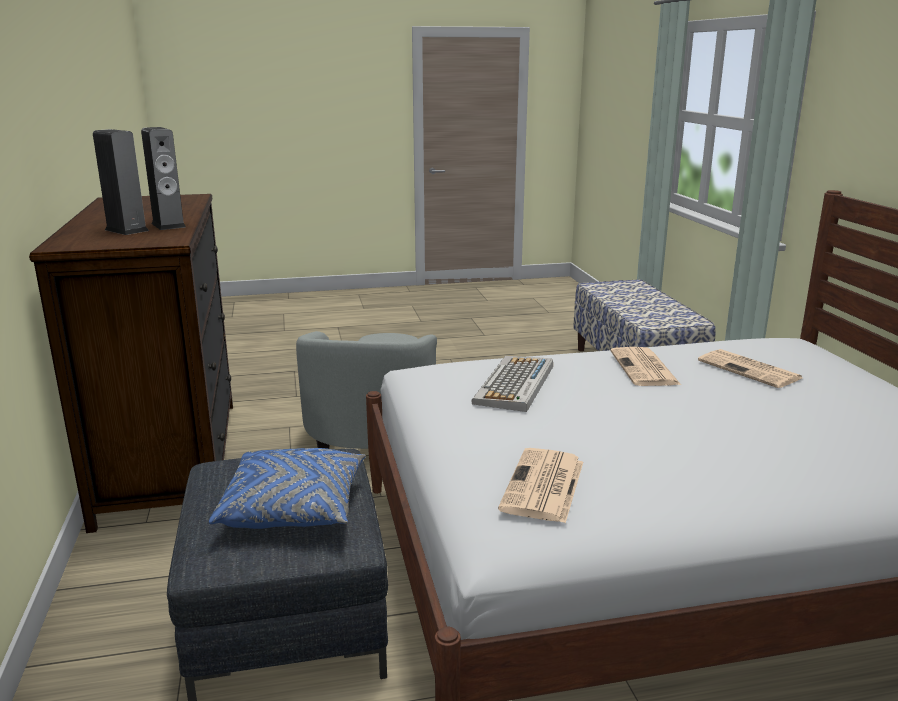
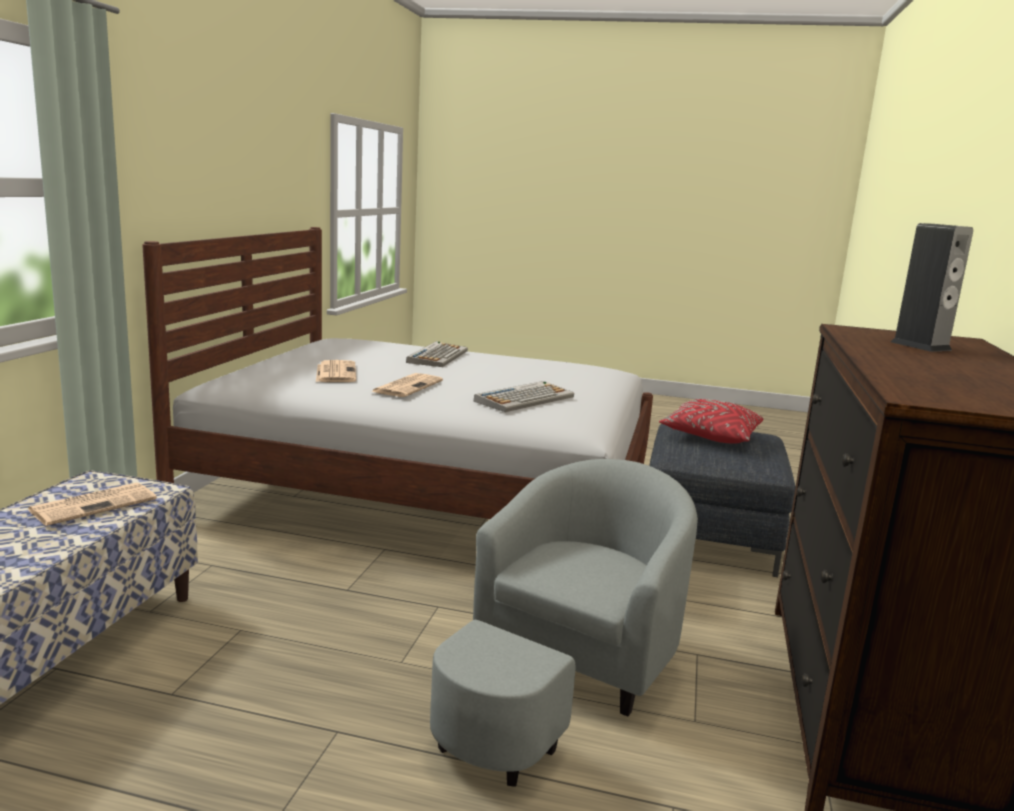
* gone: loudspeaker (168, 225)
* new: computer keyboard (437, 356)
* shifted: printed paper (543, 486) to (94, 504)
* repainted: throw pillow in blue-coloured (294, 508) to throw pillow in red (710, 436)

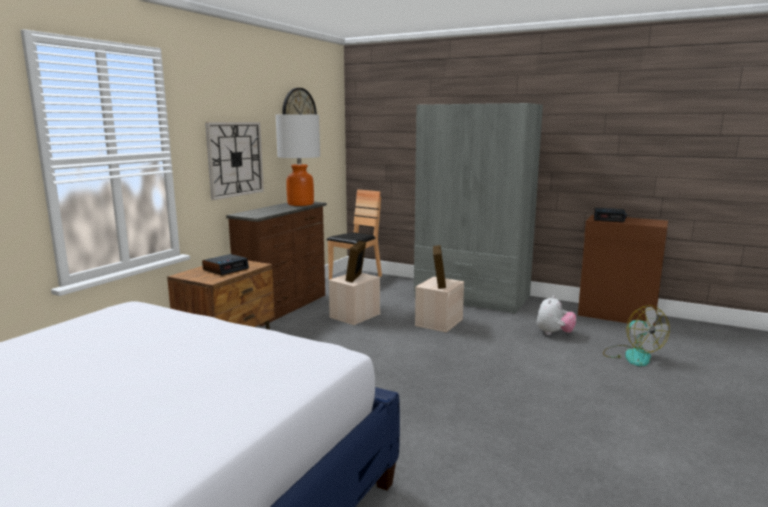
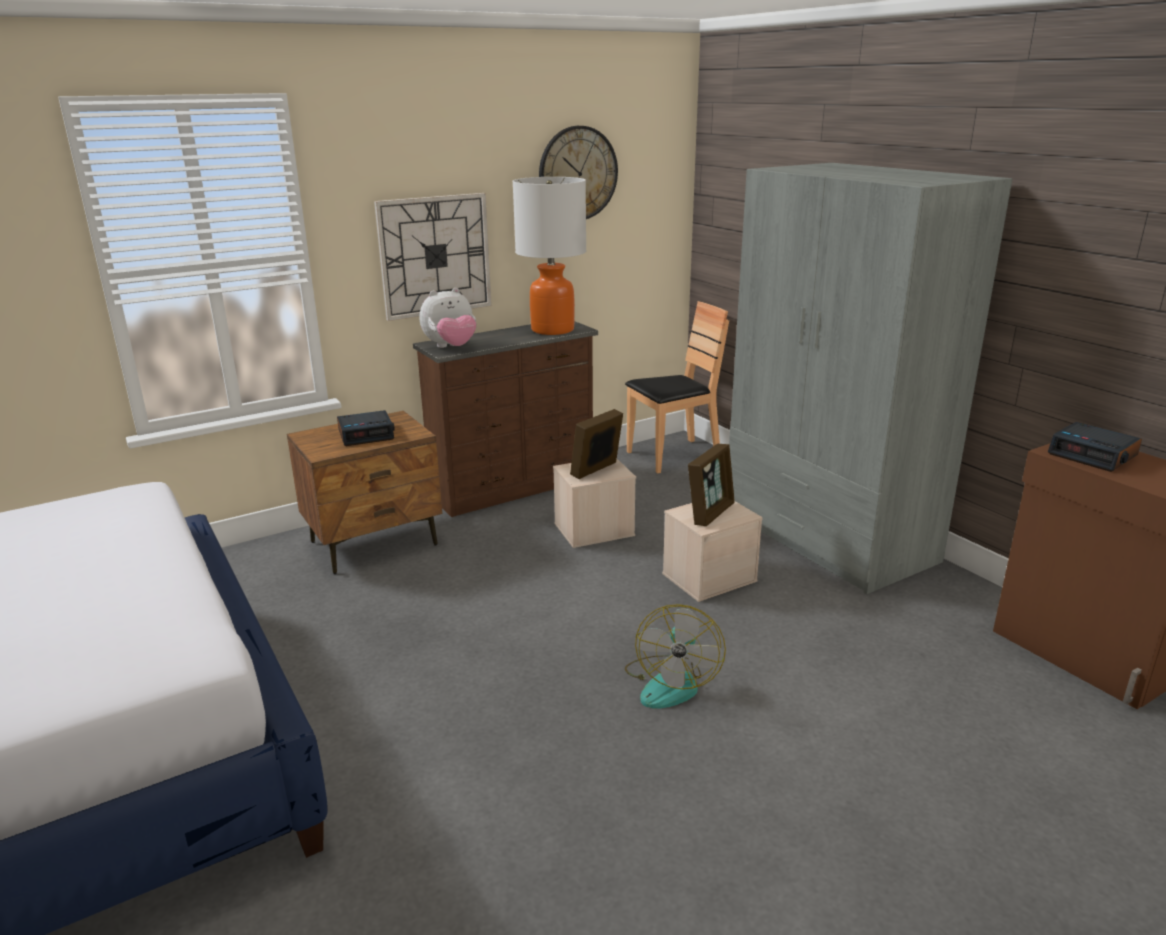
* shifted: plush toy (554, 333) to (451, 347)
* shifted: electric fan (631, 355) to (671, 682)

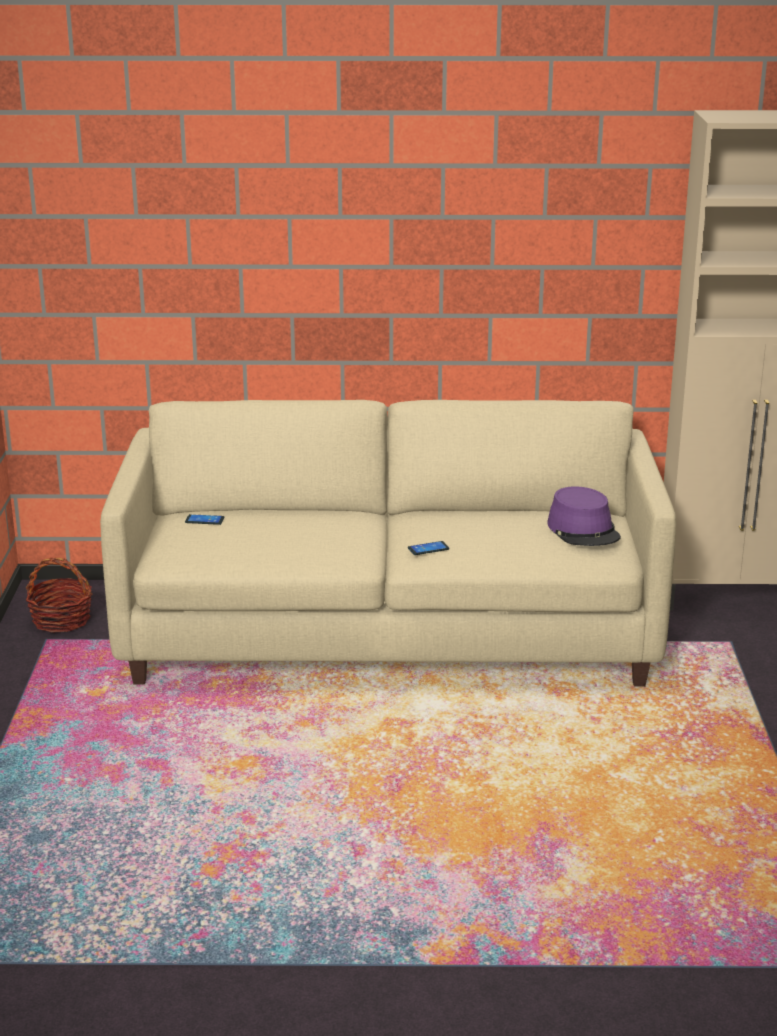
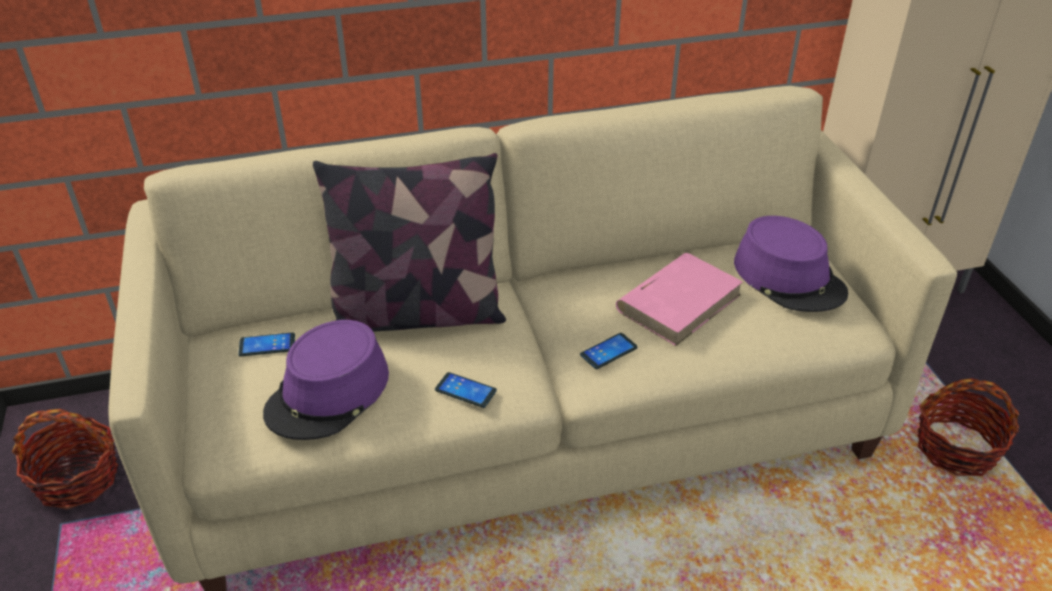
* new: wearable hat in purplish (328, 394)
* new: throw pillow (417, 314)
* new: handset (465, 390)
* new: bound book in pink (679, 302)
* new: household basket (956, 448)

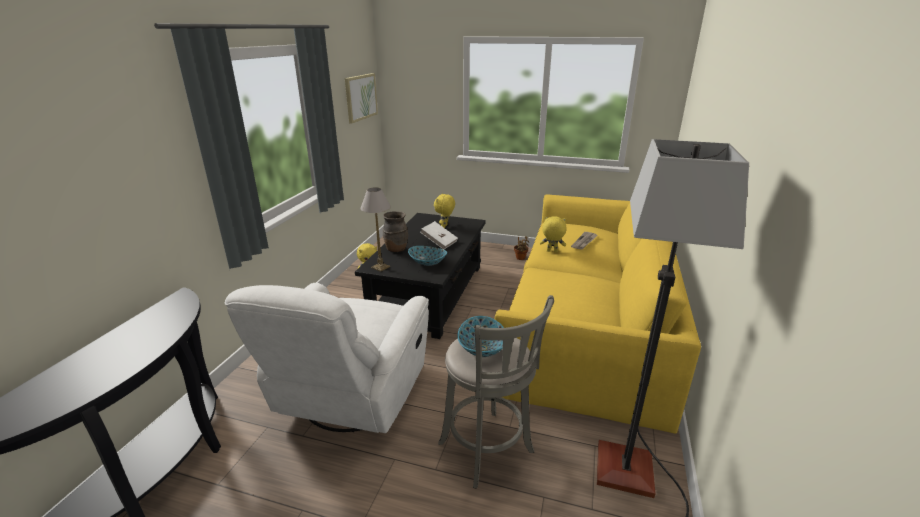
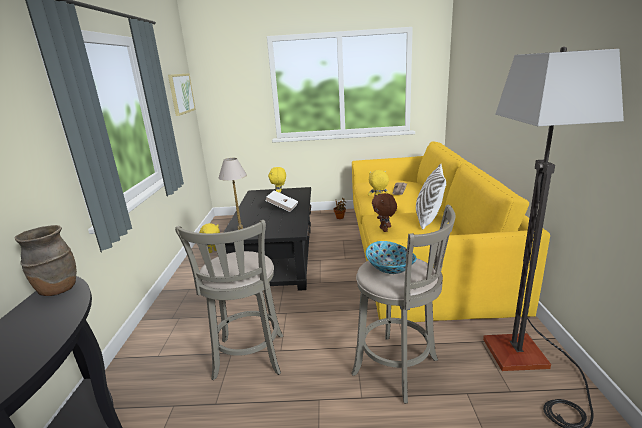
* gone: serving bowl (428, 262)
* new: plush toy in brown (384, 230)
* new: throw pillow in white (428, 220)
* shifted: decorative vase in brown (396, 249) to (58, 290)
* swapped: easy chair in white (350, 400) to stool seat in grey (249, 359)

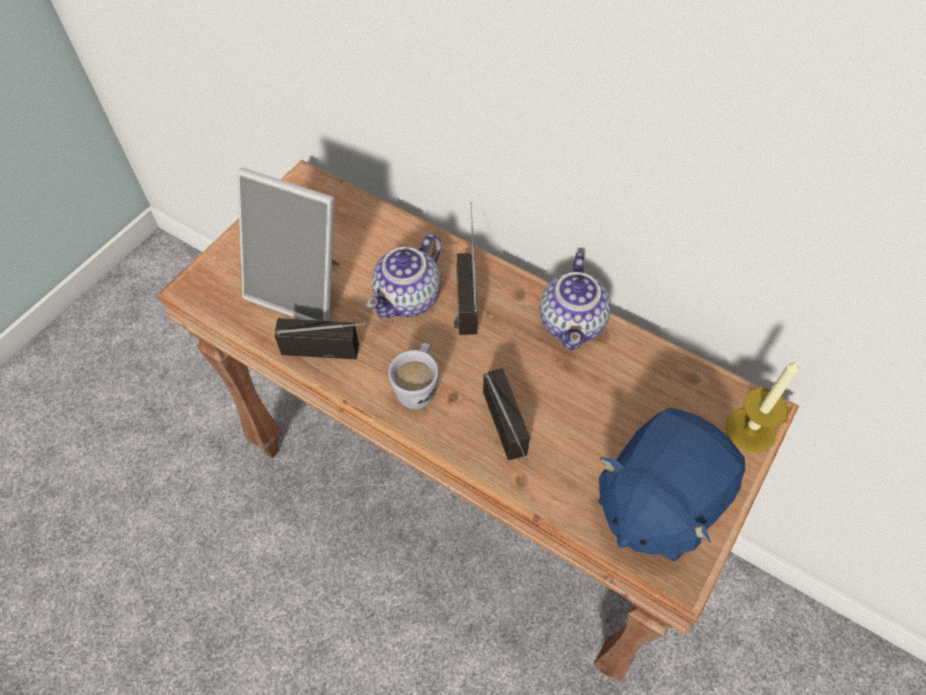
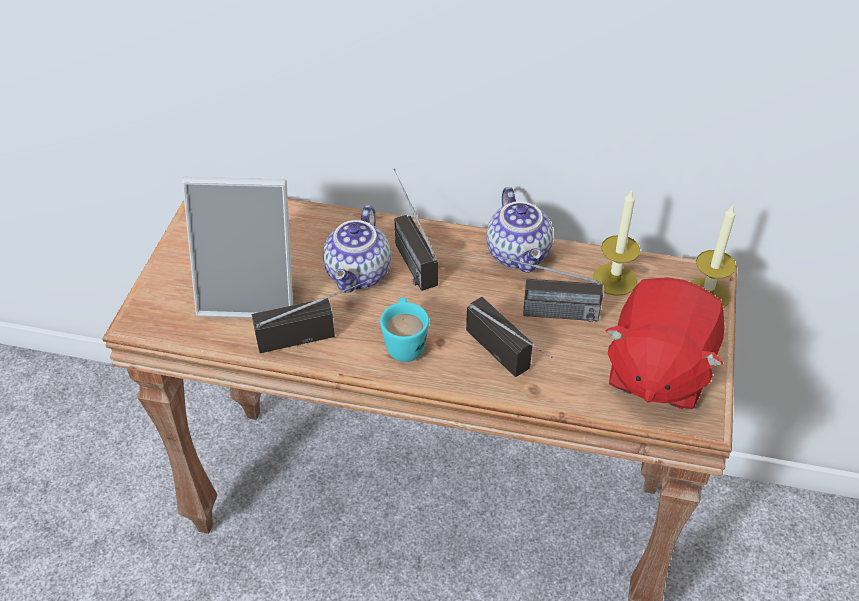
* new: radio receiver (540, 312)
* new: candle (614, 279)
* repainted: tea mug in white (418, 387) to tea mug in blue-green (405, 343)
* repainted: plush toy in blue-coloured (657, 502) to plush toy in red (657, 370)

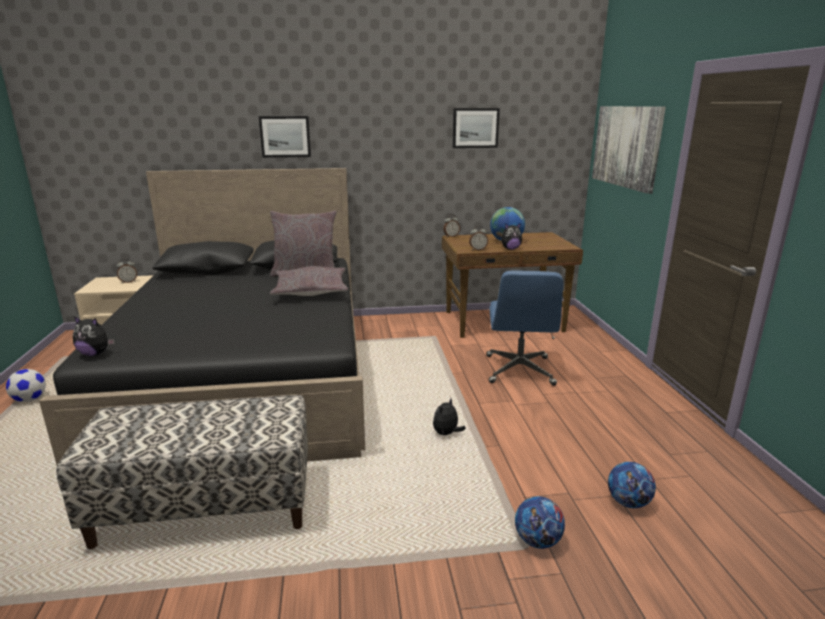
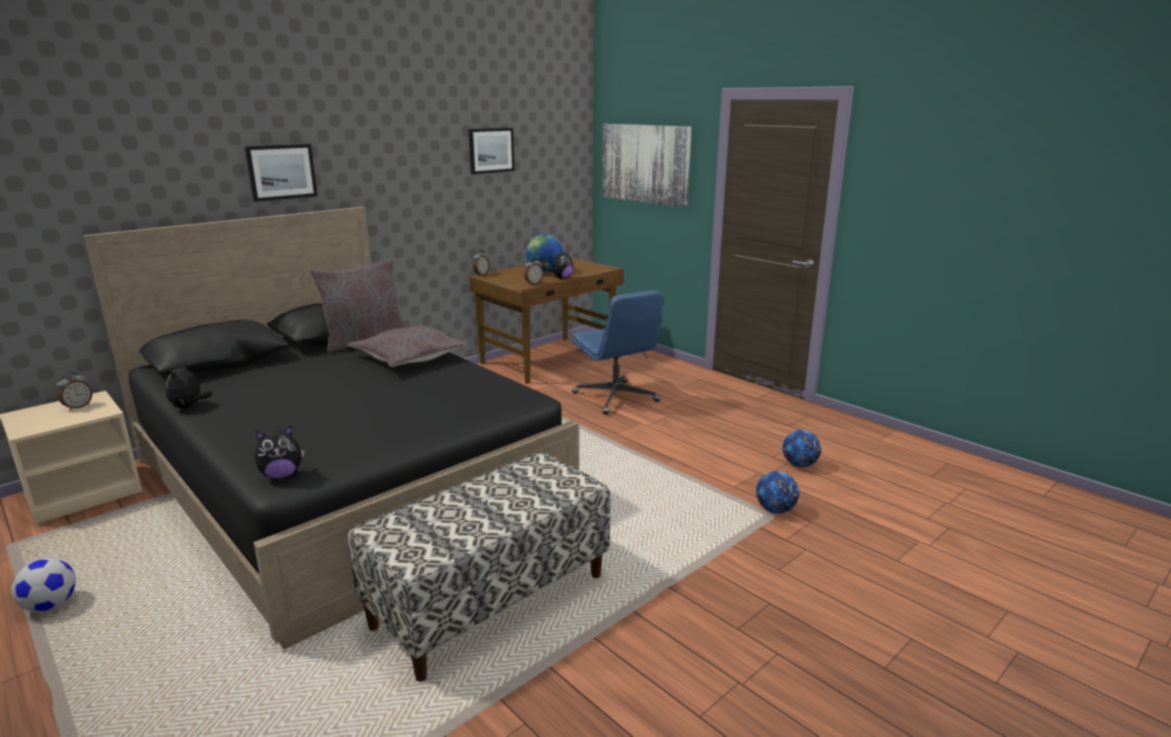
* shifted: plush toy (446, 434) to (189, 407)

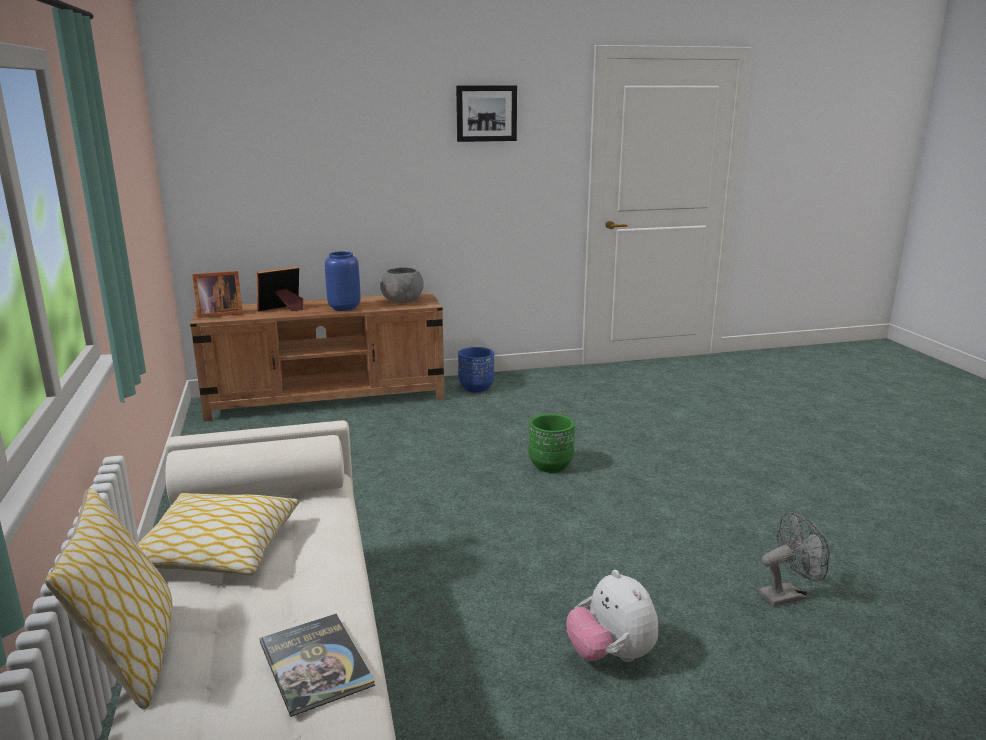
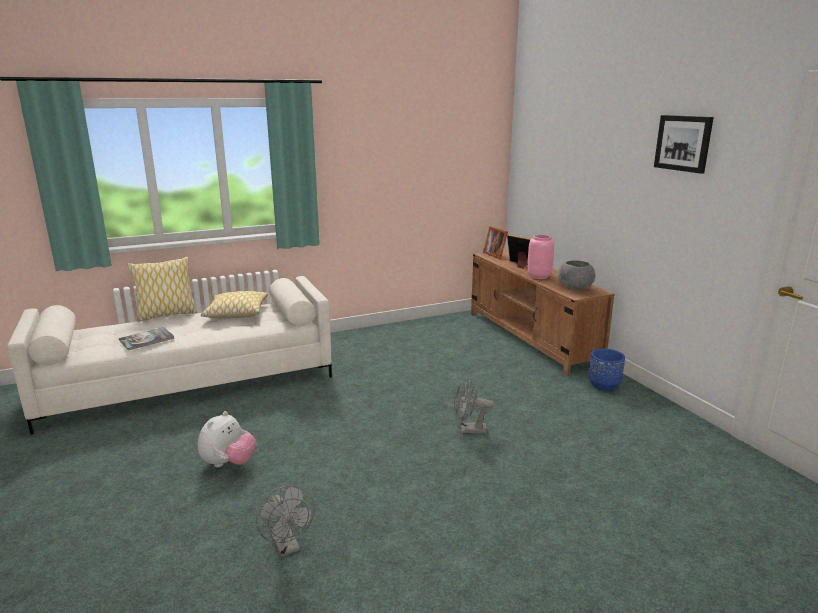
* swapped: planter in green (551, 465) to electric fan in grey (469, 430)
* repainted: decorative vase in blue-coloured (344, 308) to decorative vase in pink (538, 276)
* rotated: plush toy (611, 655) = (228, 463) 150 degrees clockwise

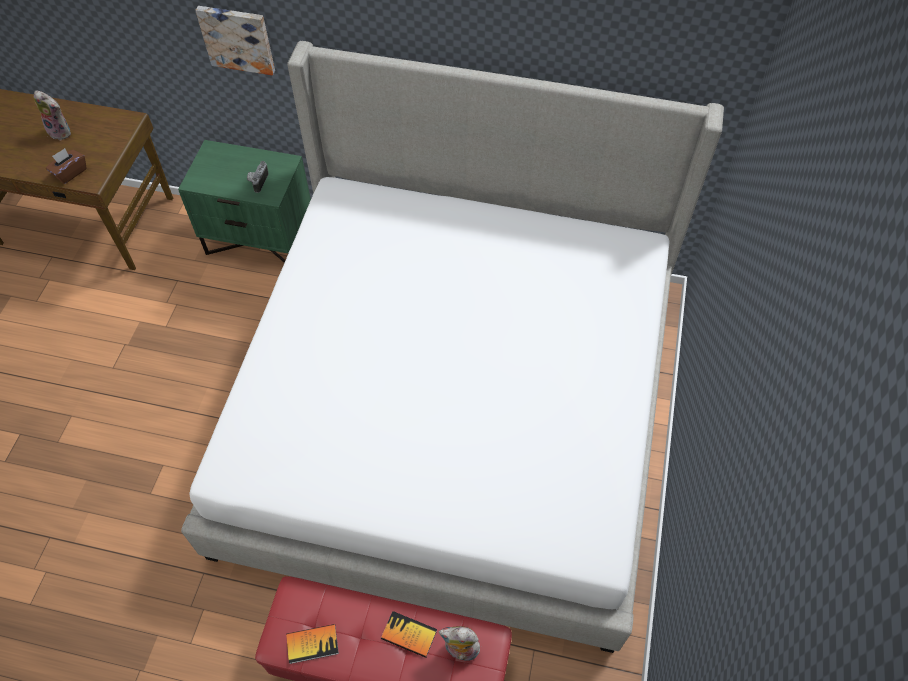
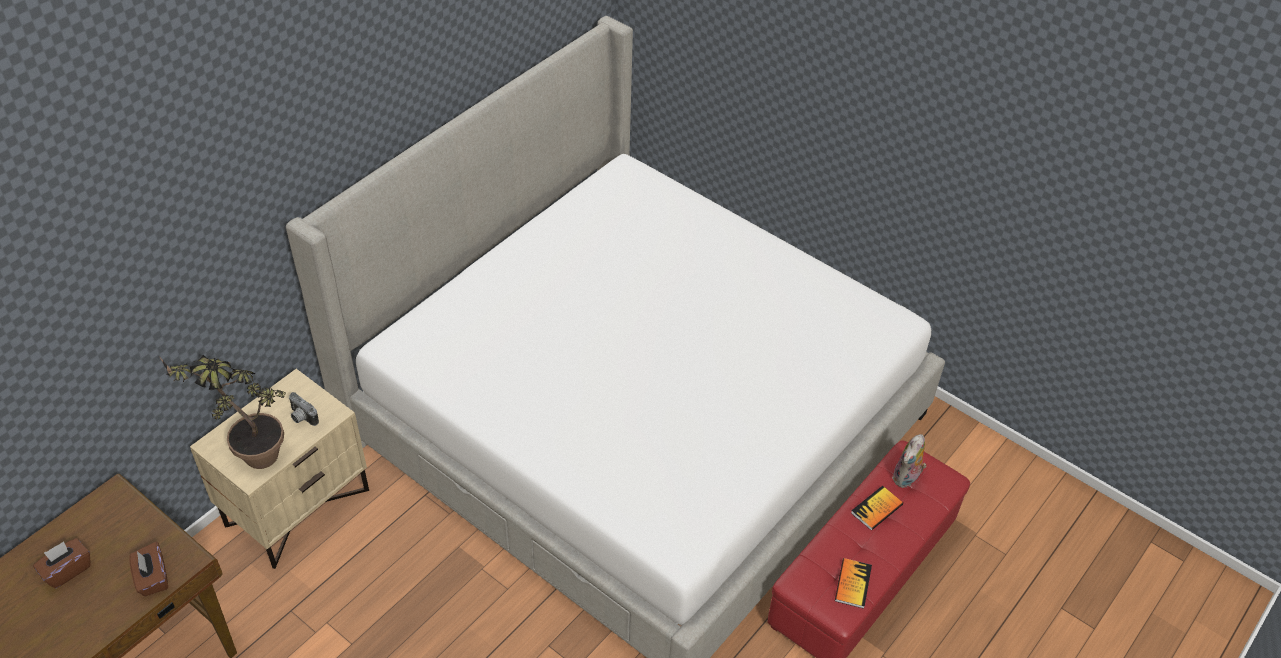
* gone: wall art (237, 38)
* new: plant in a pot (250, 454)
* swapped: plush toy (61, 131) to tissue box in brown (67, 570)
* repainted: nightstand in green (261, 239) to nightstand in beige-coloured (297, 506)

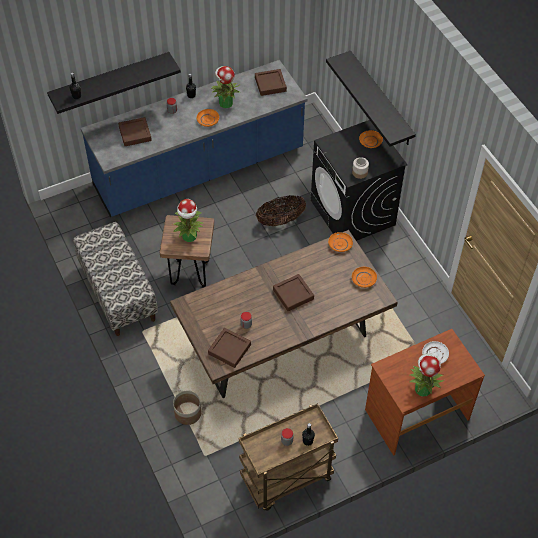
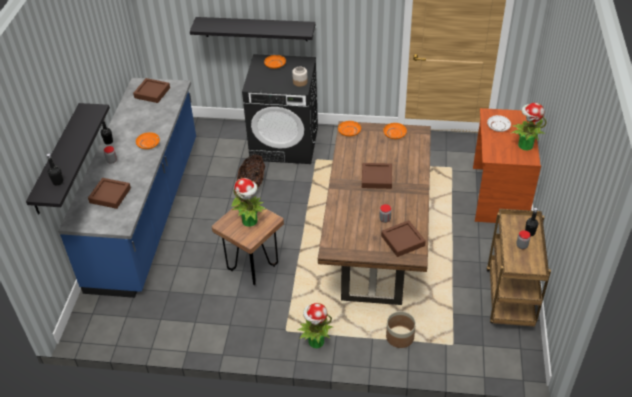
* gone: indoor bench (117, 292)
* shifted: plant in a pot (225, 103) to (315, 342)

